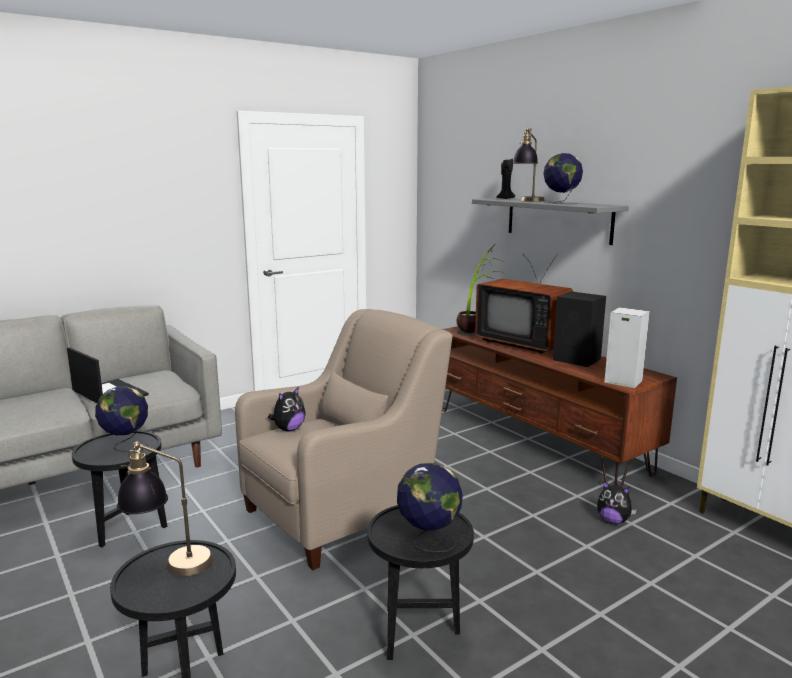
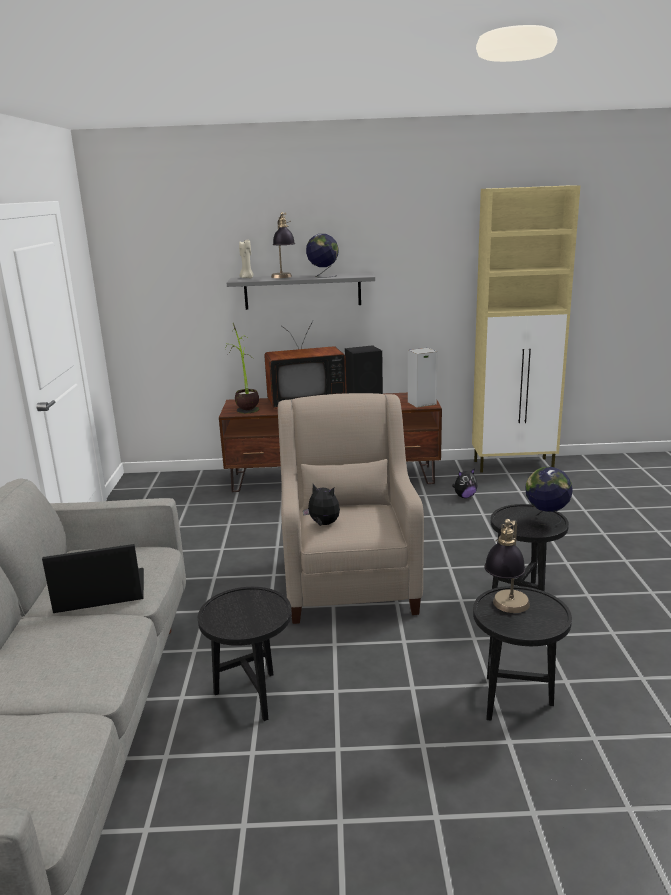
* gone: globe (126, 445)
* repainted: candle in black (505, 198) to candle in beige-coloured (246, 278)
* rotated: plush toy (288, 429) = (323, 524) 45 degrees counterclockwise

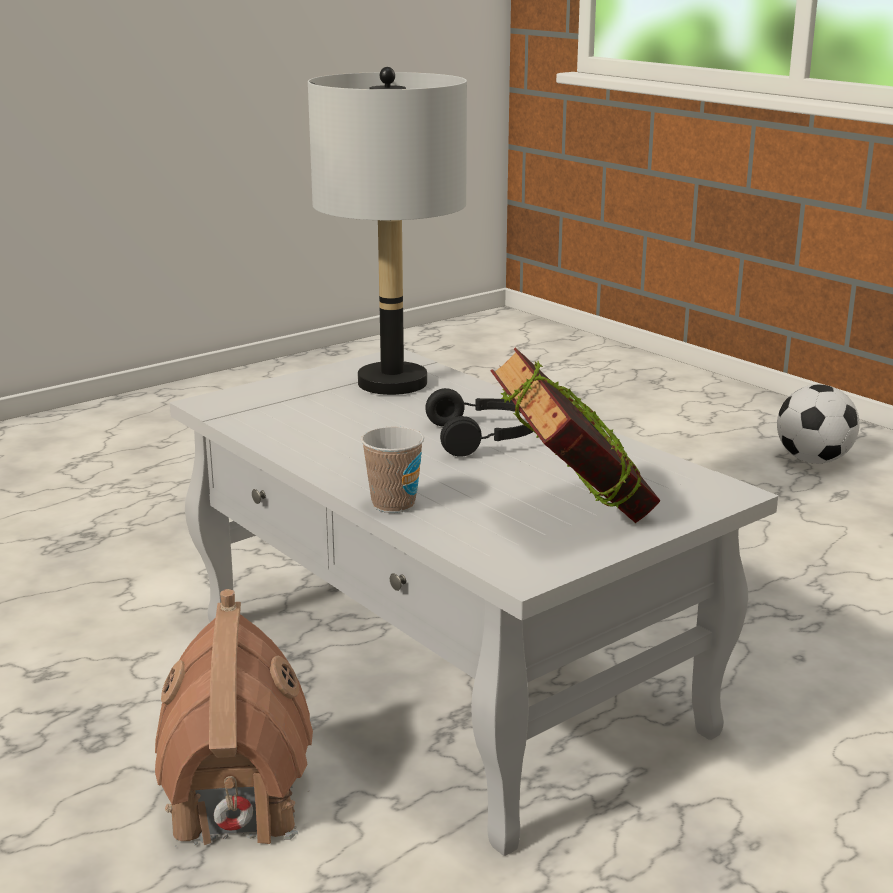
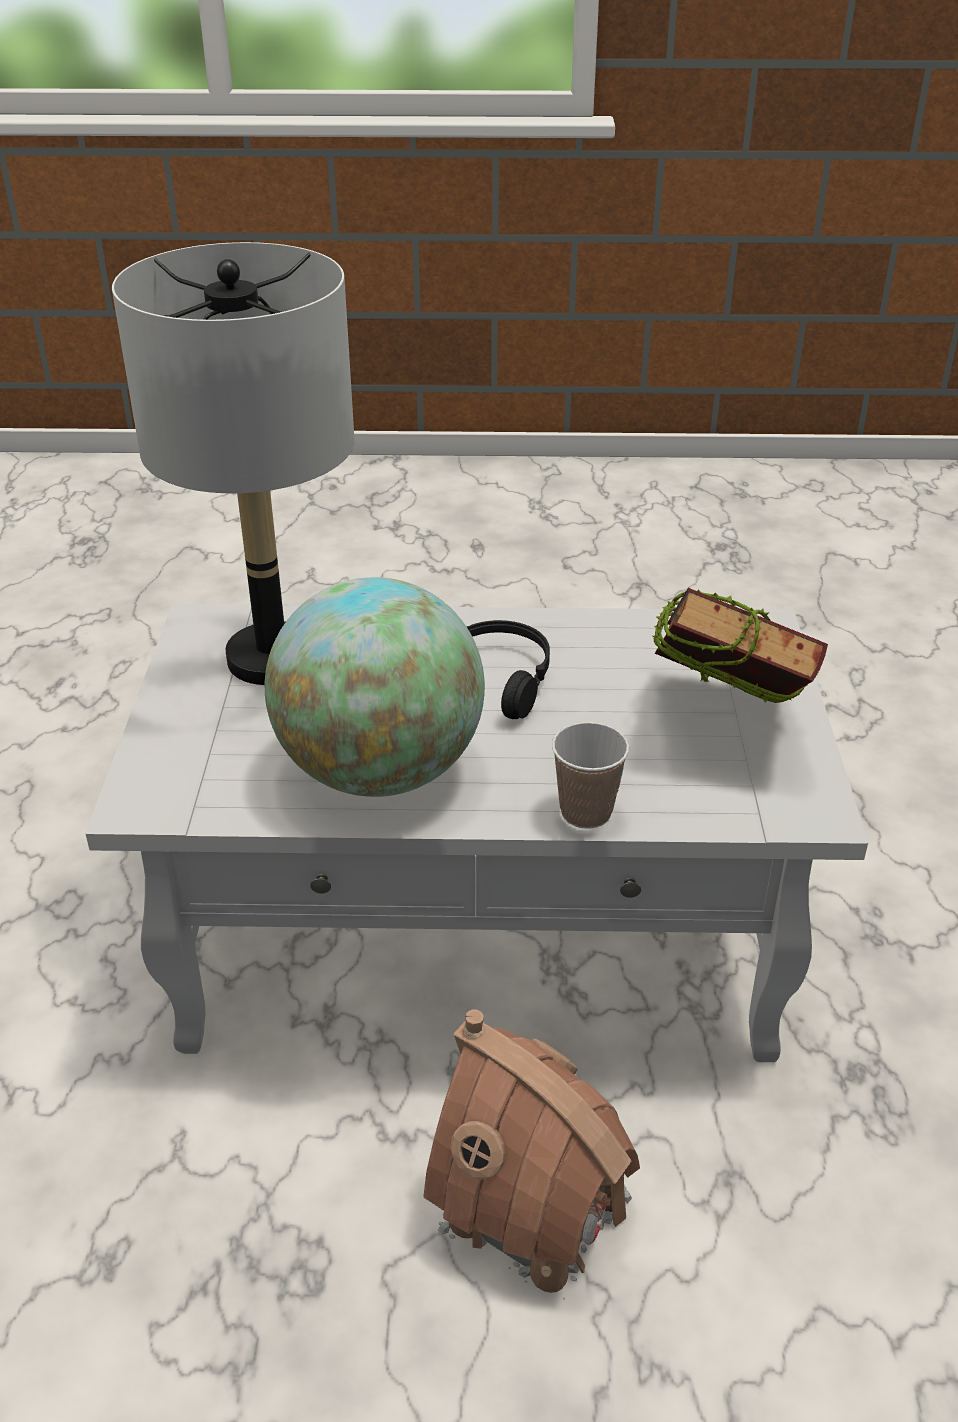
* gone: football (813, 460)
* new: globe (380, 771)

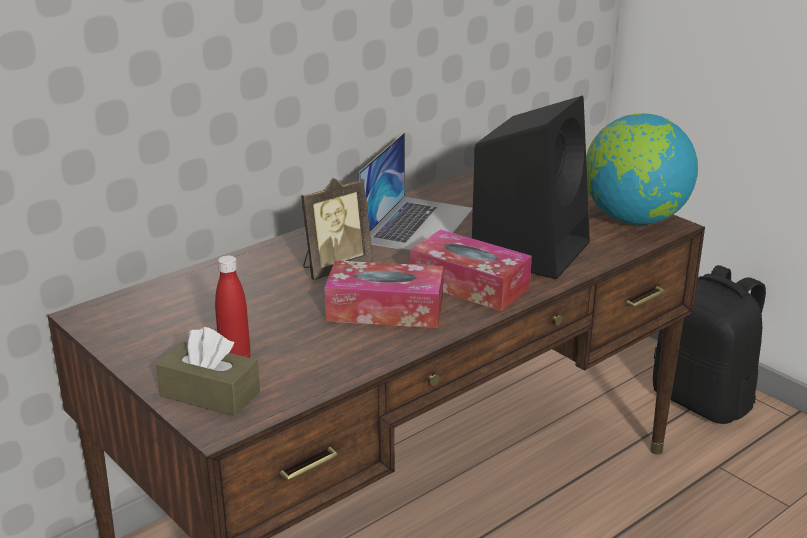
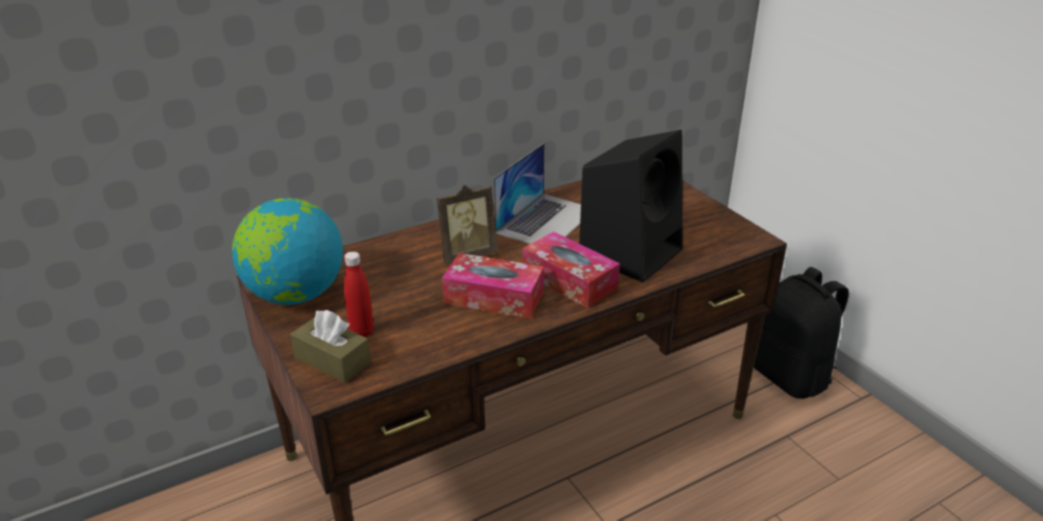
* shifted: globe (634, 219) to (295, 295)

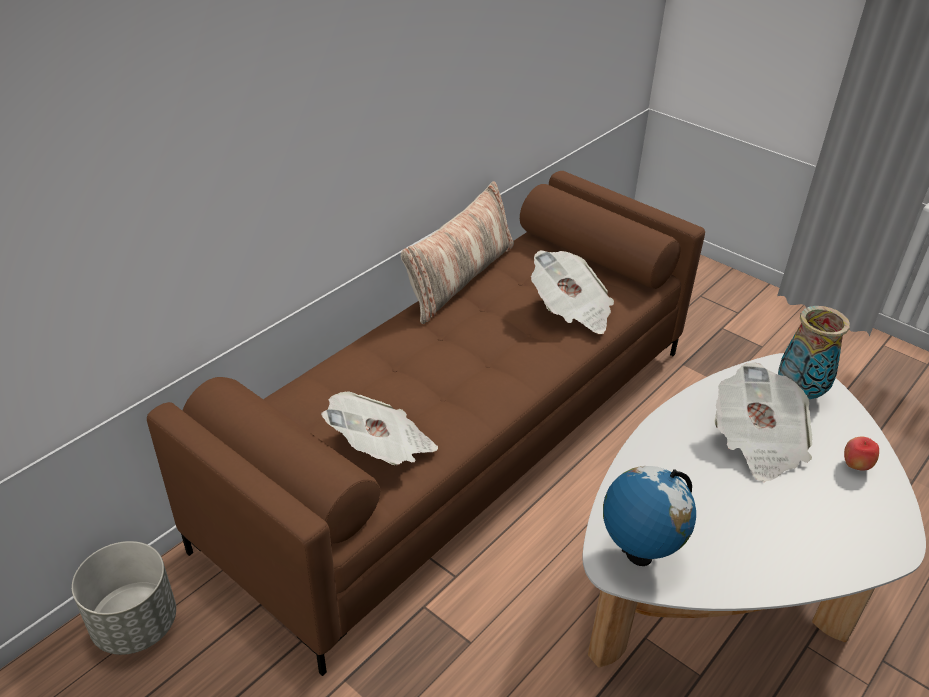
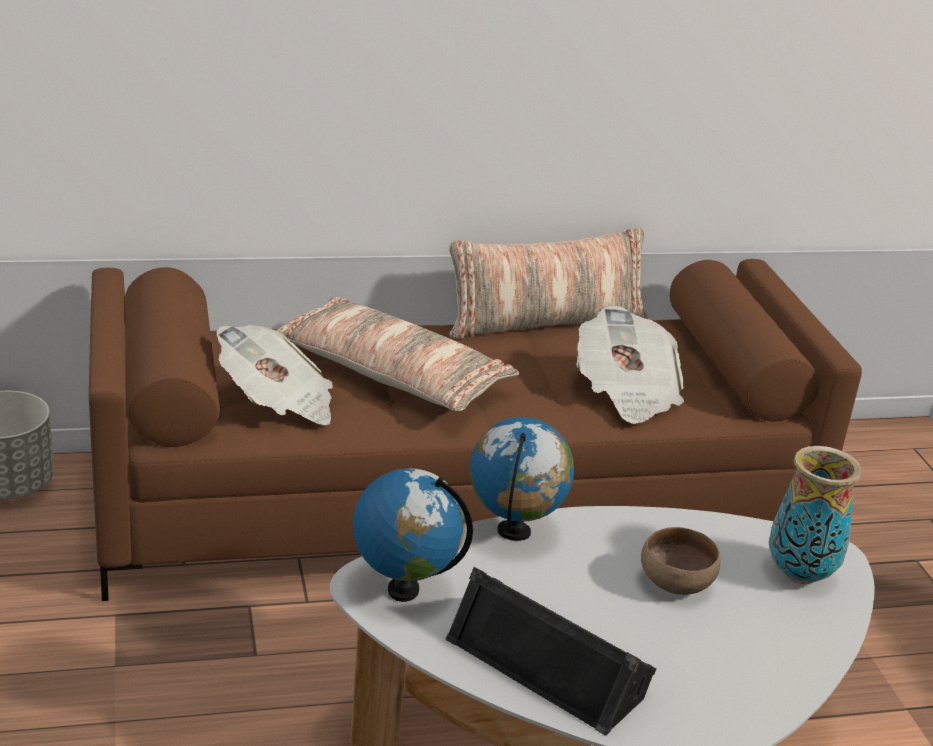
* gone: apple (855, 465)
* new: throw pillow (391, 375)
* new: loudspeaker in black (549, 664)
* new: globe (514, 532)
* swapped: printed paper (757, 443) to serving bowl in brown (675, 584)

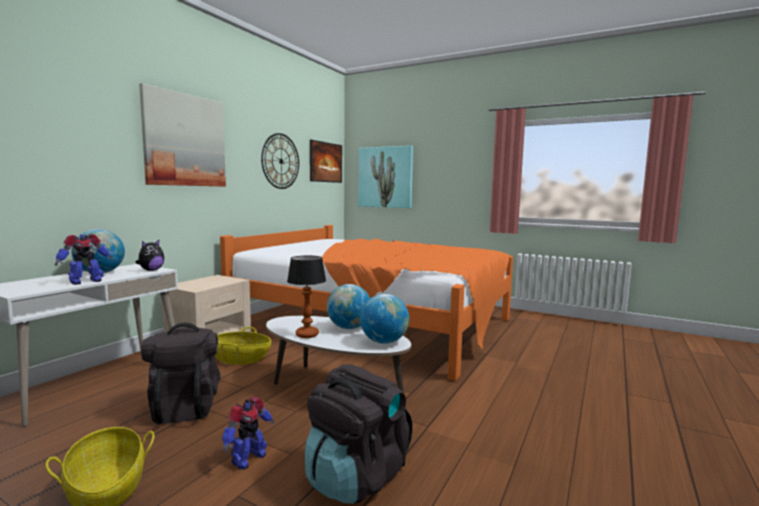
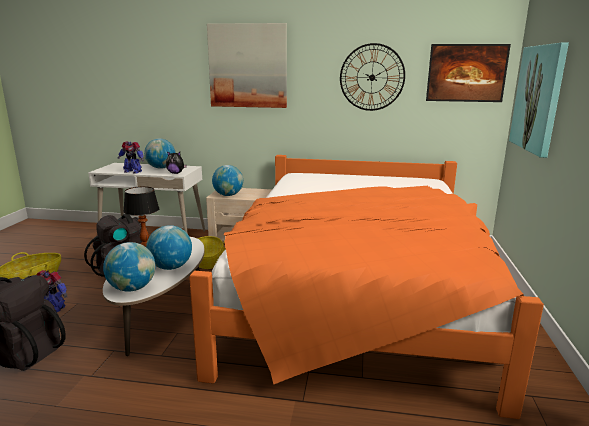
* new: globe (228, 195)

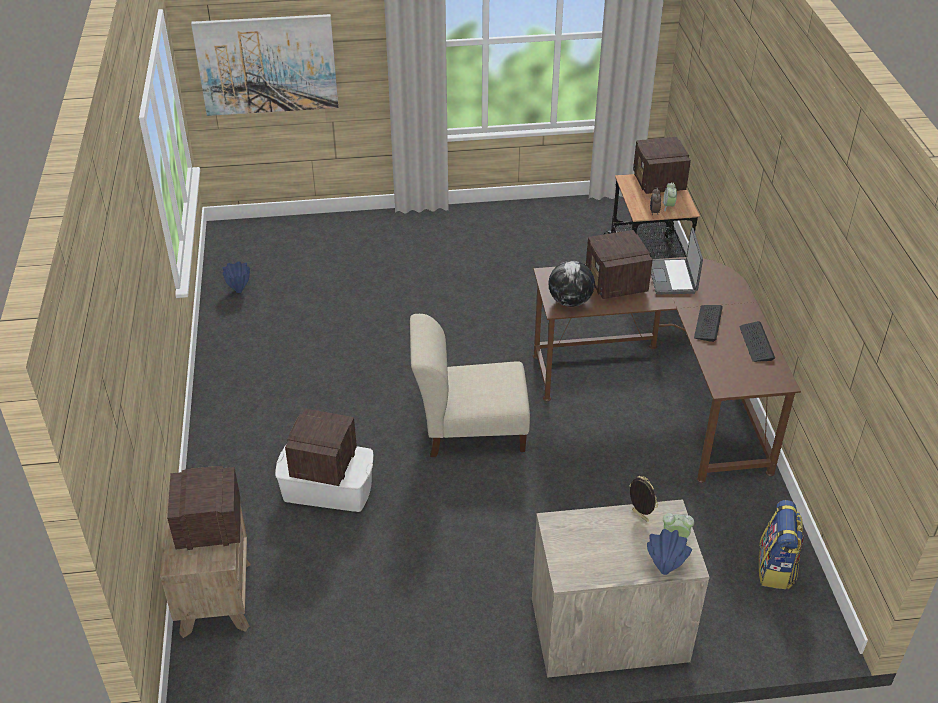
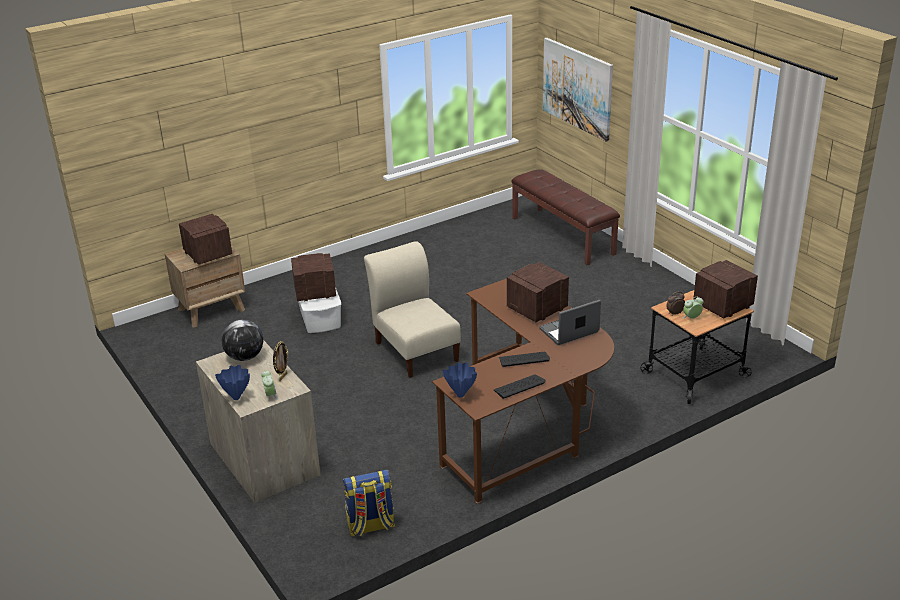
* new: indoor bench in brown (563, 235)
* shifted: decorative vase in blue-coloured (239, 290) to (461, 395)
* shifted: globe (570, 301) to (244, 357)

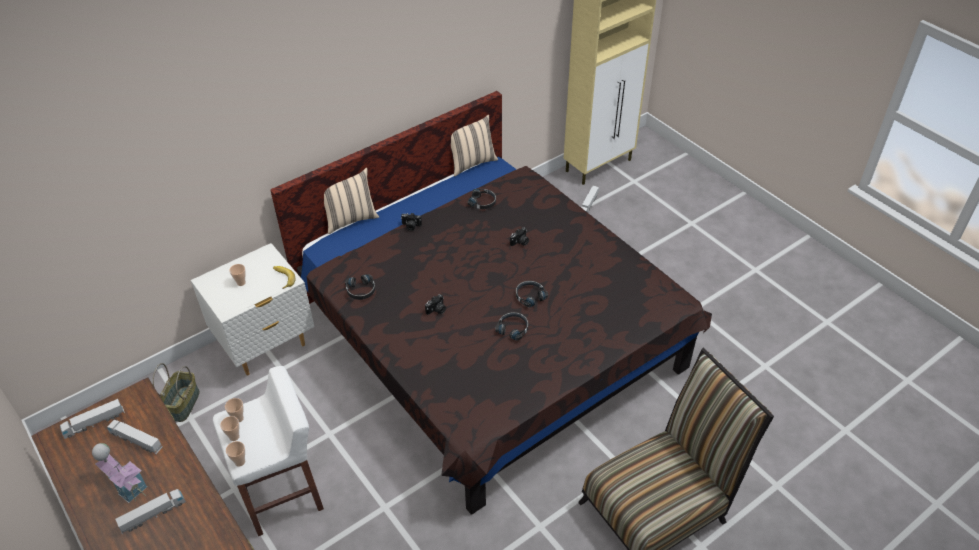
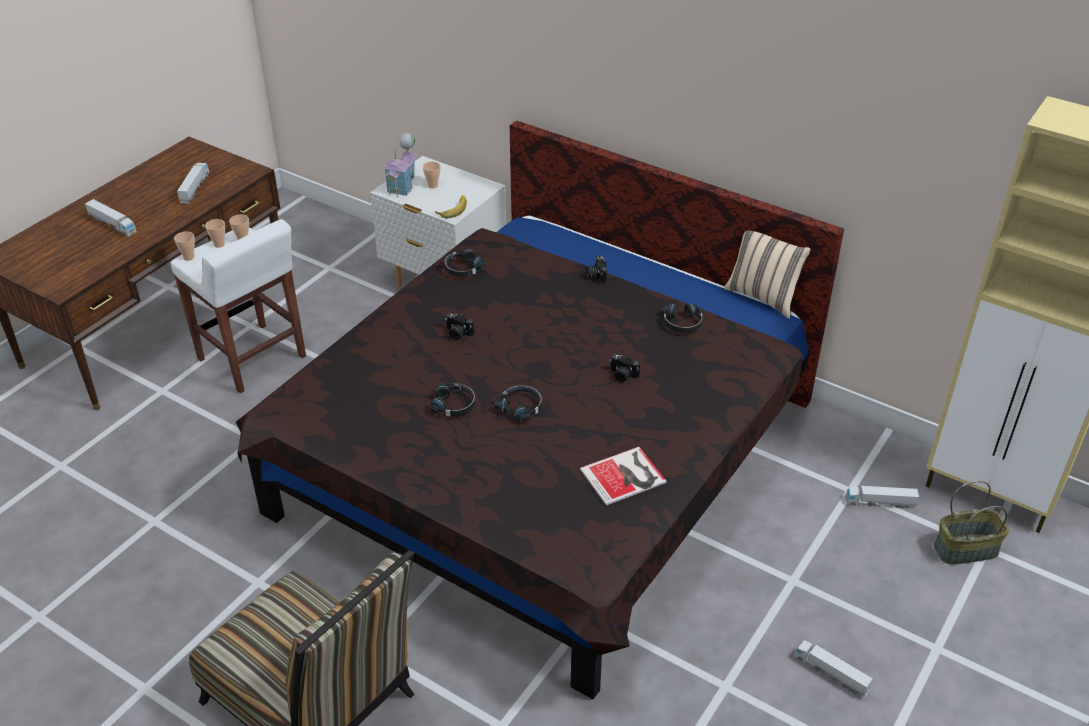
* gone: throw pillow in beige-coloured (350, 219)
* new: bound book (625, 476)
* shifted: model truck (94, 423) to (831, 673)
* shifted: model house (126, 484) to (403, 185)
* shifted: household basket (182, 404) to (966, 549)

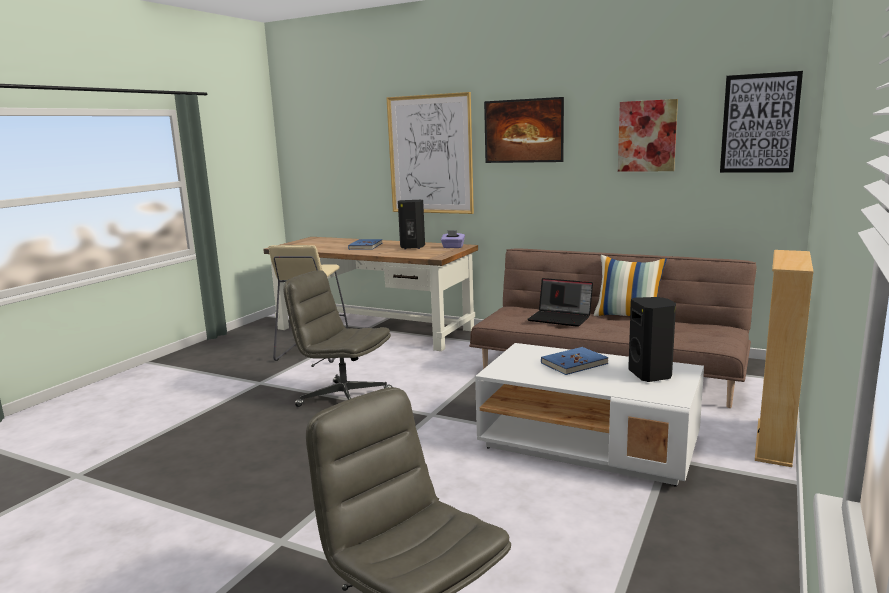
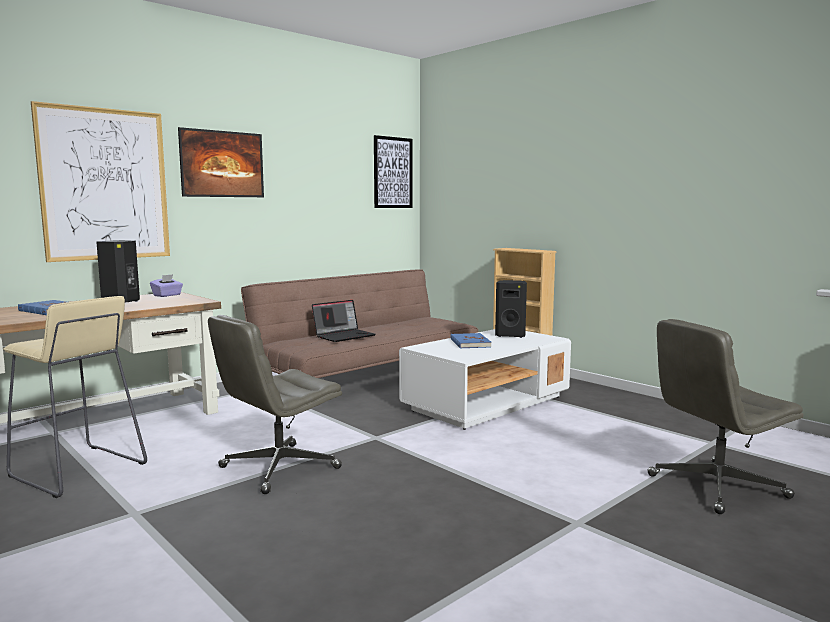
* gone: throw pillow (628, 316)
* gone: wall art (647, 136)

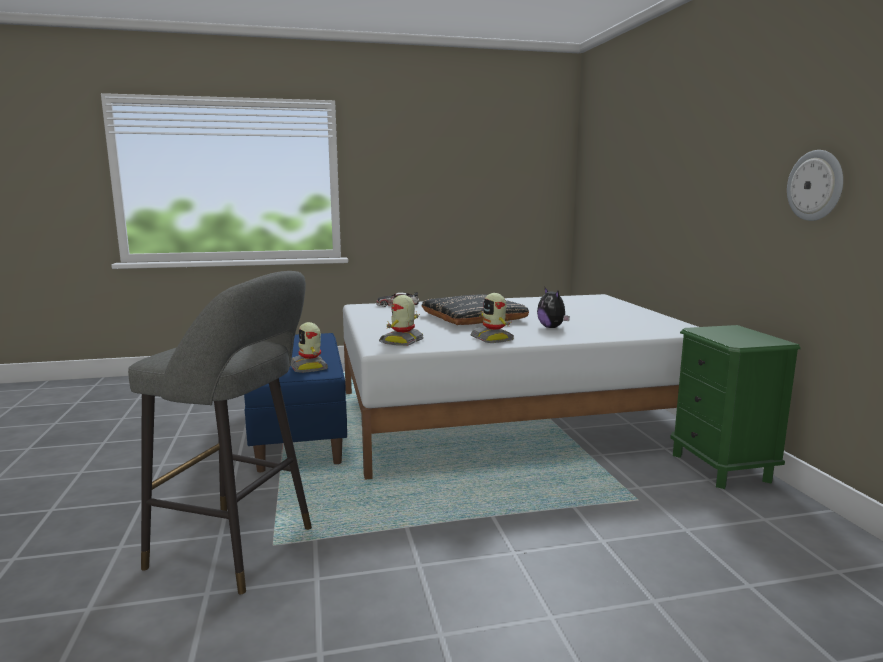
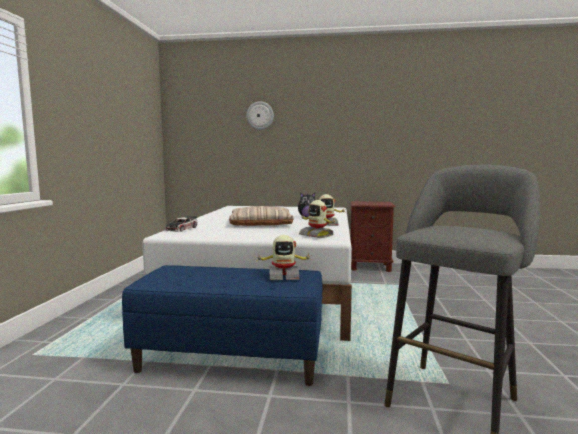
* shifted: hanging clock (815, 185) to (260, 115)
* repainted: throw pillow in black (473, 318) to throw pillow in beige-coloured (261, 222)
* repainted: nightstand in green (720, 467) to nightstand in brown (370, 267)

